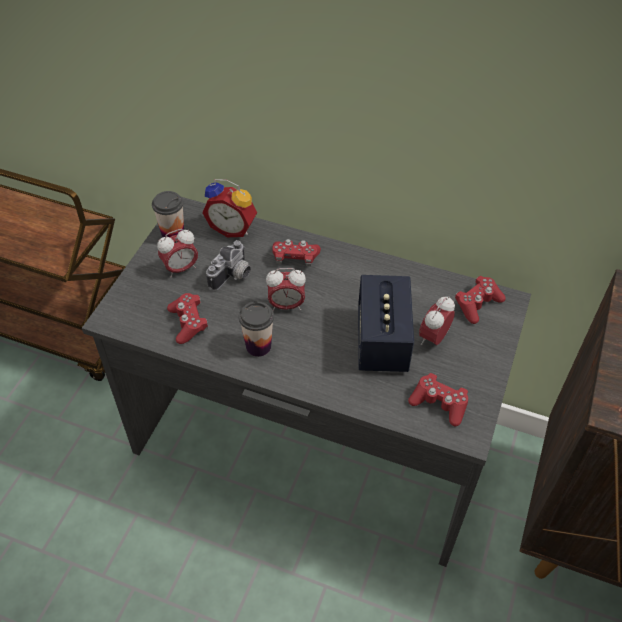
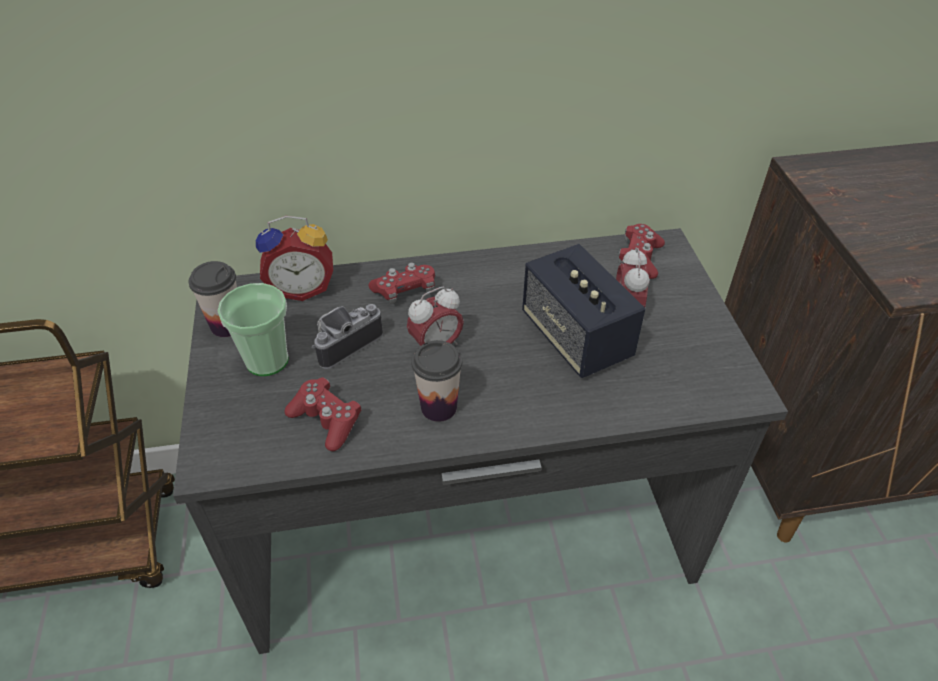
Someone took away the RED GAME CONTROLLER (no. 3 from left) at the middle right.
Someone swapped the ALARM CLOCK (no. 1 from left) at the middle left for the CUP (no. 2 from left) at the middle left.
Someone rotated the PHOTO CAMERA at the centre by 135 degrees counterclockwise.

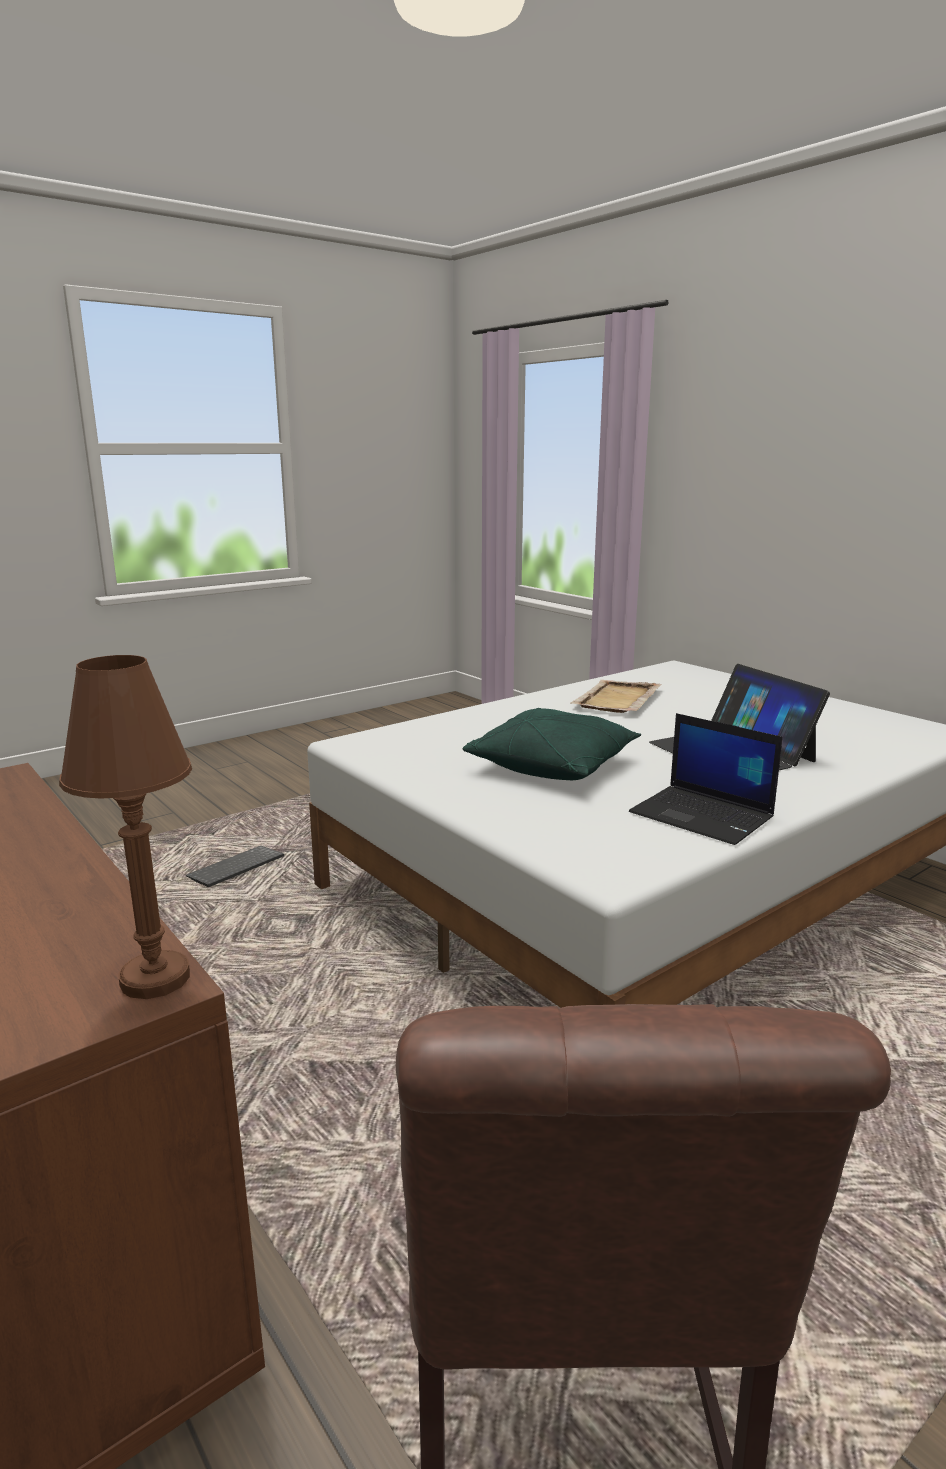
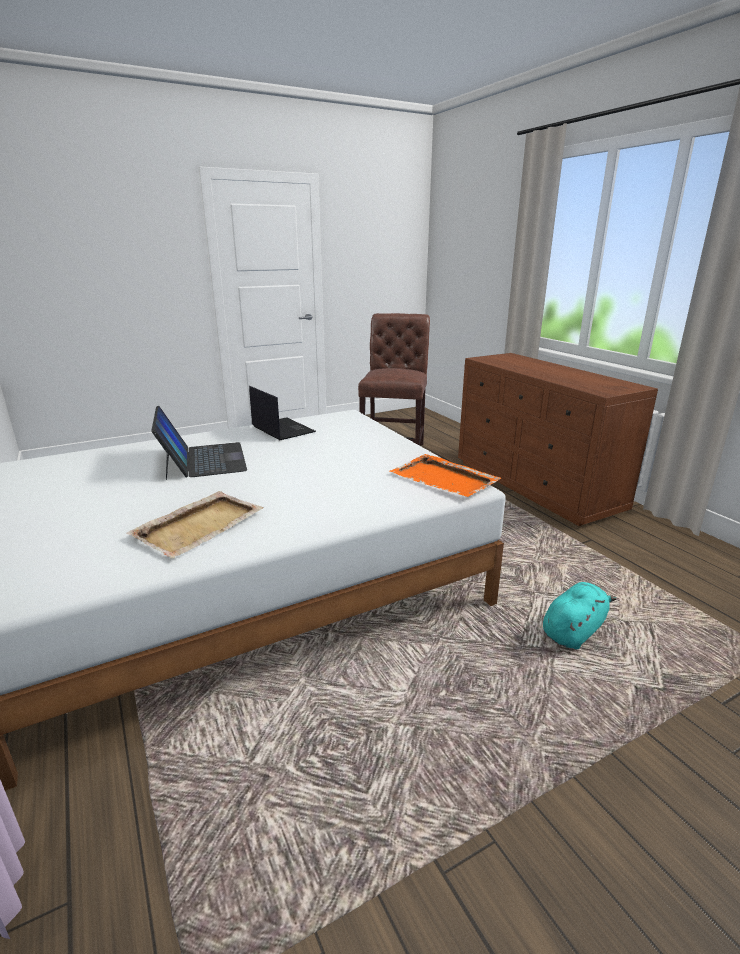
Someone took away the BROWN TABLE LAMP at the middle left.
Someone took away the GREEN PILLOW at the centre.
Someone put down the ORANGE TRAY at the centre.
Someone swapped the KEYBOARD at the middle left for the TURQUOISE PLUSH TOY at the middle right.

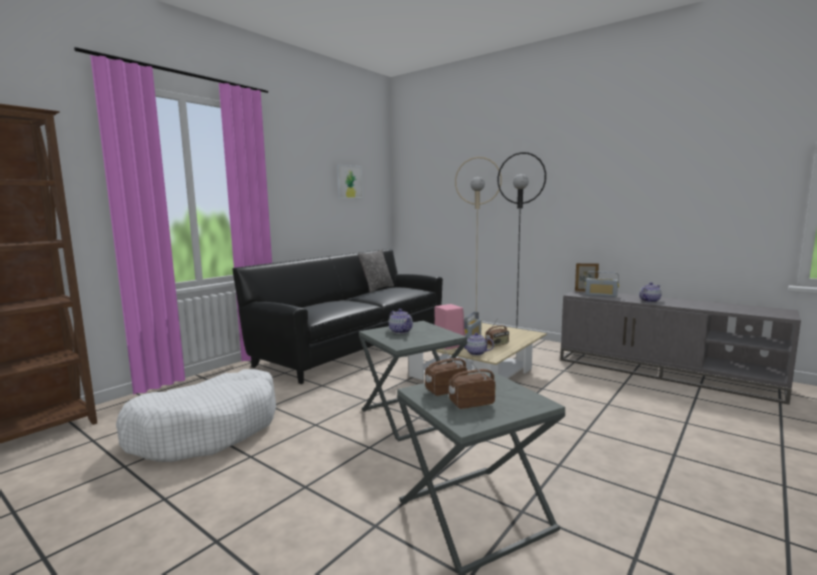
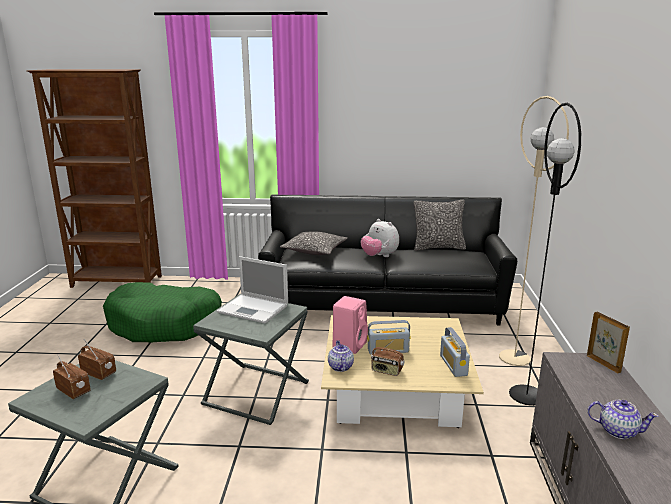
Someone took away the PICTURE at the top centre.
Someone put down the PILLOW (no. 1 from left) at the centre.
Someone put down the PLUSH TOY at the centre.
Someone carried the RADIO (no. 5 from left) from the middle right to the bottom right.
Someone swapped the TEAPOT (no. 1 from left) at the centre for the LAPTOP at the centre.
Someone repainted the WHITE DOG BED at the bottom left, which became the GREEN DOG BED at the middle left.

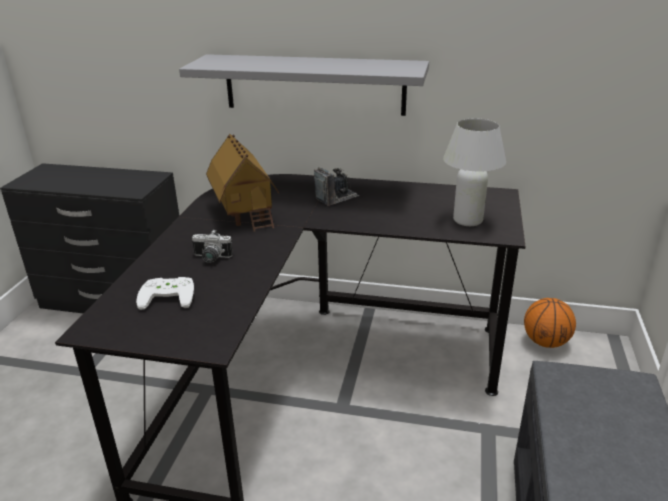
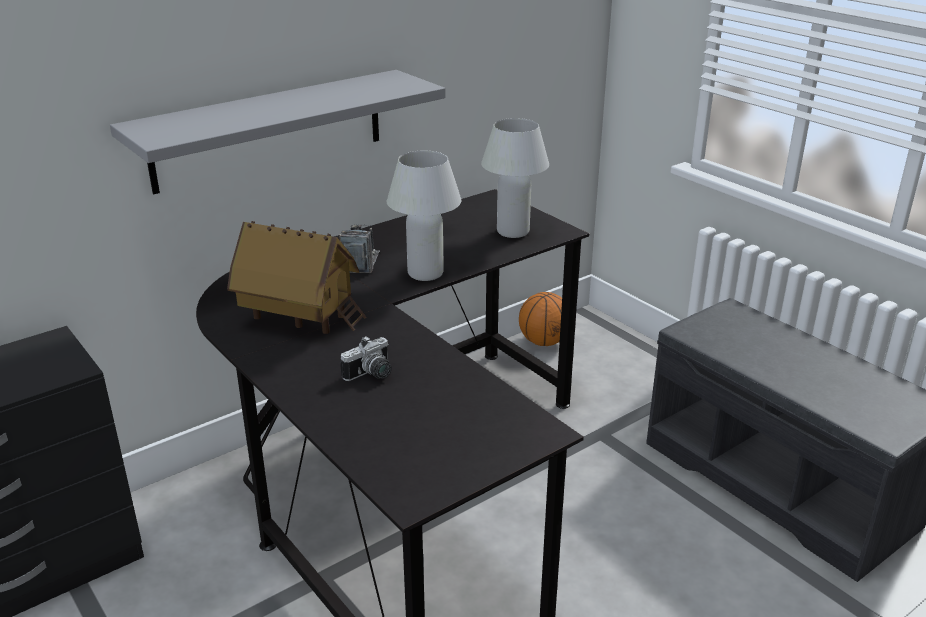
Someone took away the WHITE GAME CONTROLLER at the middle left.
Someone put down the WHITE TABLE LAMP (no. 1 from left) at the centre.

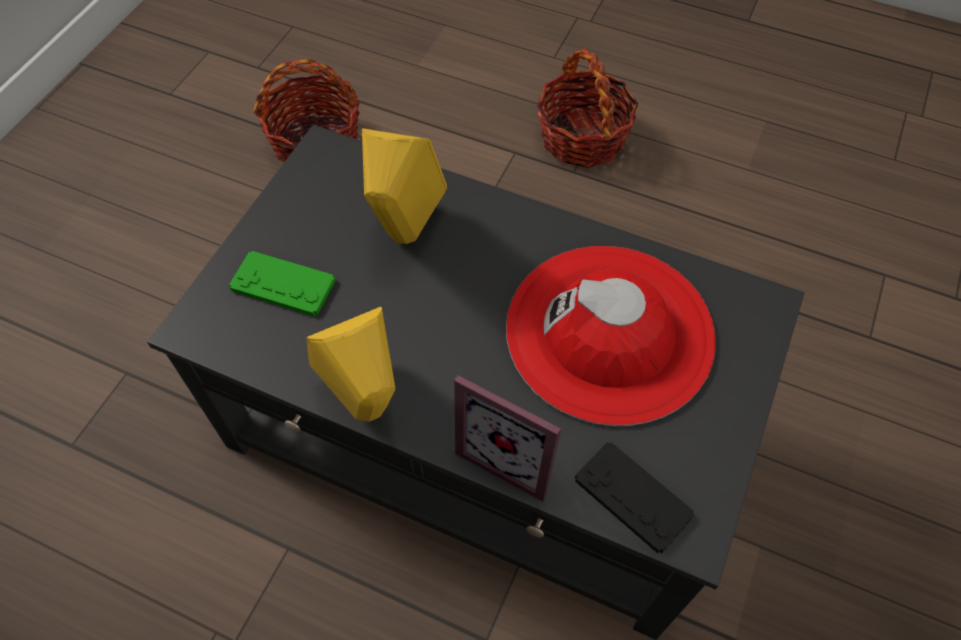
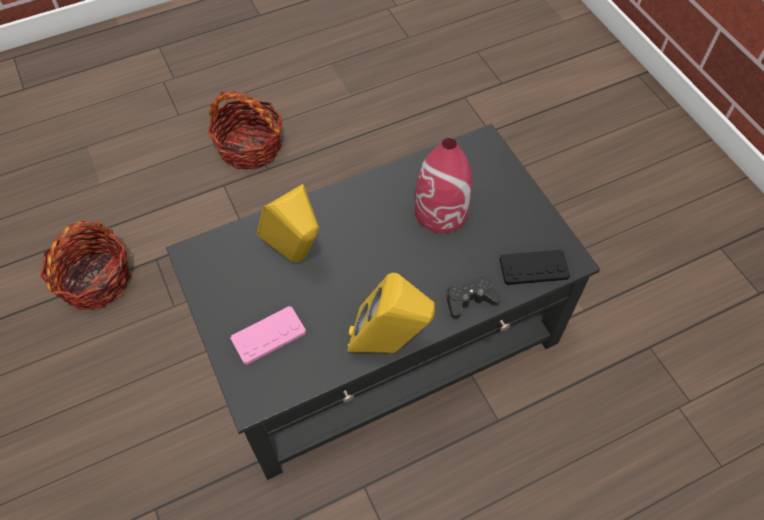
Someone swapped the PICTURE FRAME at the bottom centre for the BLACK GAME CONTROLLER (no. 1 from left) at the centre.
Someone swapped the RED HAT at the centre for the RED VASE at the centre.
Someone repainted the GREEN GAME CONTROLLER at the middle left, which became the PINK GAME CONTROLLER at the centre.

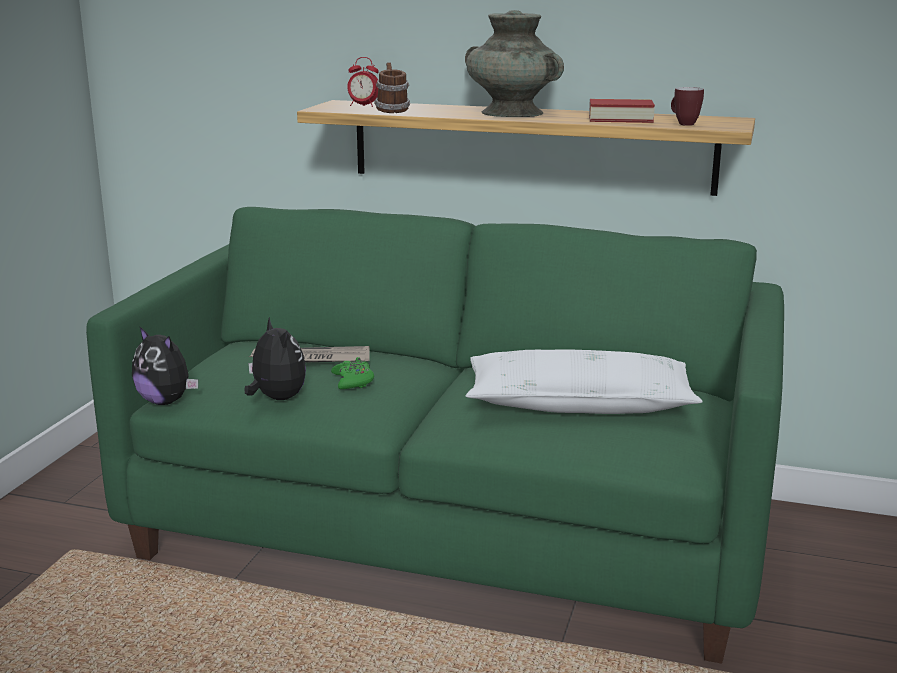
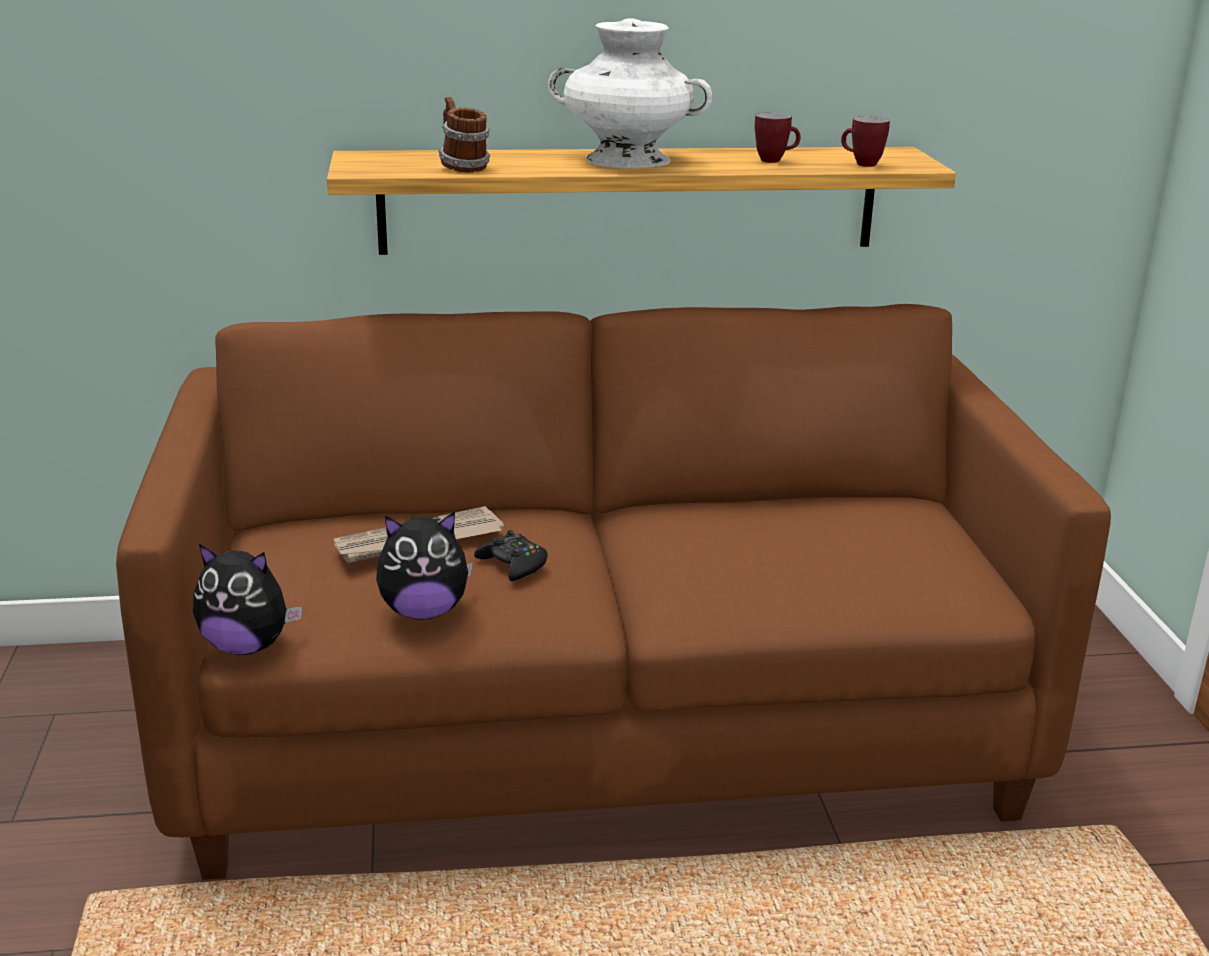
Someone took away the ALARM CLOCK at the top centre.
Someone took away the WHITE PILLOW at the centre.
Someone swapped the BOOK at the top right for the MUG (no. 2 from left) at the top centre.
Someone repainted the GREEN SOFA at the centre, which became the BROWN SOFA at the centre.
Someone repainted the GREEN GAME CONTROLLER at the centre, which became the BLACK GAME CONTROLLER at the centre.
Someone repainted the TURQUOISE VASE at the top centre, which became the WHITE VASE at the top centre.
Someone rotated the PLUSH TOY (no. 2 from left) at the middle left by 135 degrees clockwise.

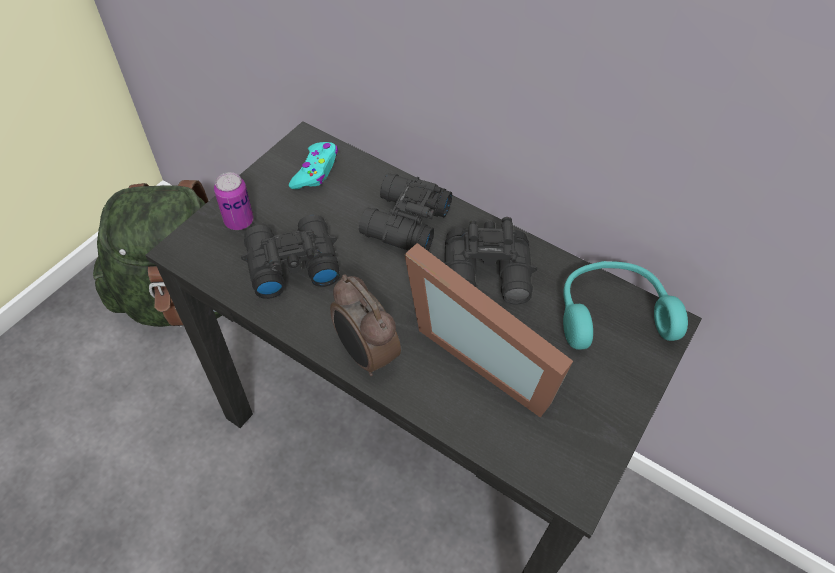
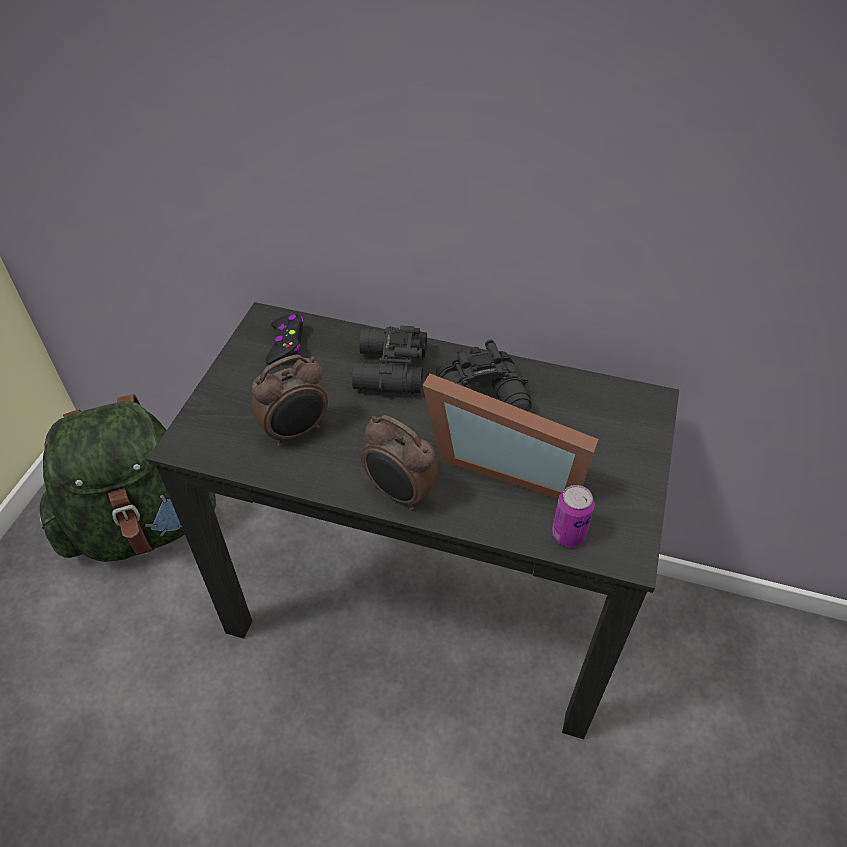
Someone took away the TURQUOISE HEADPHONES at the middle right.
Someone carried the CAN from the middle left to the middle right.
Someone swapped the BLACK BINOCULARS (no. 1 from left) at the centre for the ALARM CLOCK (no. 1 from left) at the centre.
Someone repainted the TURQUOISE GAME CONTROLLER at the top centre, which became the BLACK GAME CONTROLLER at the centre.

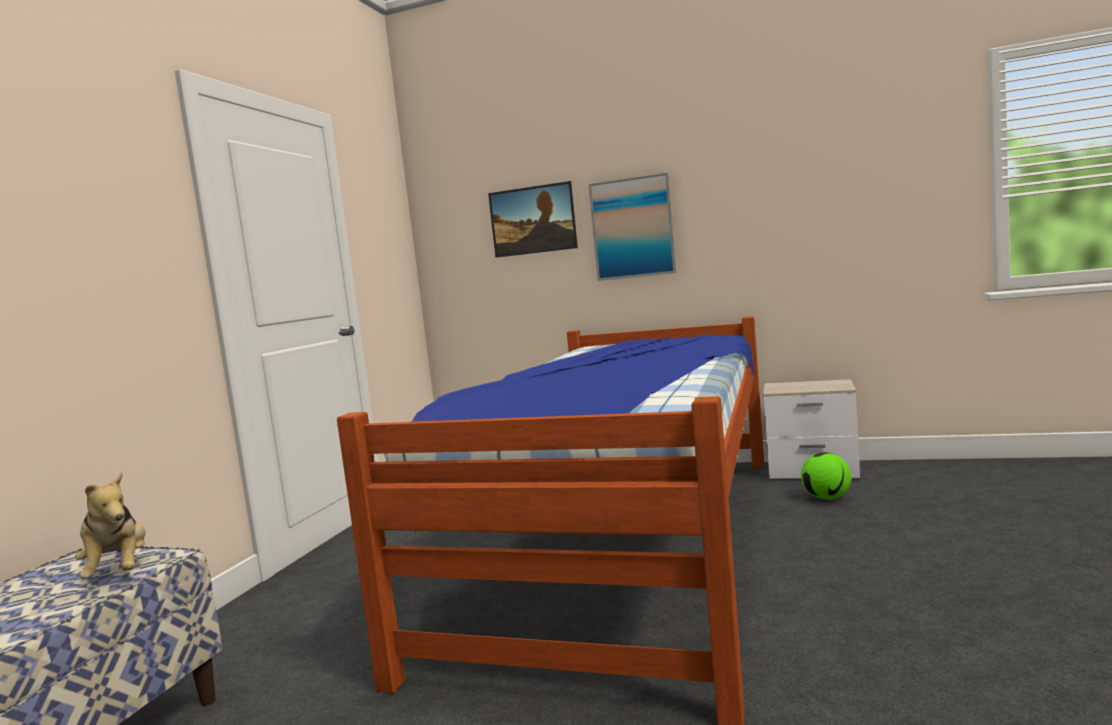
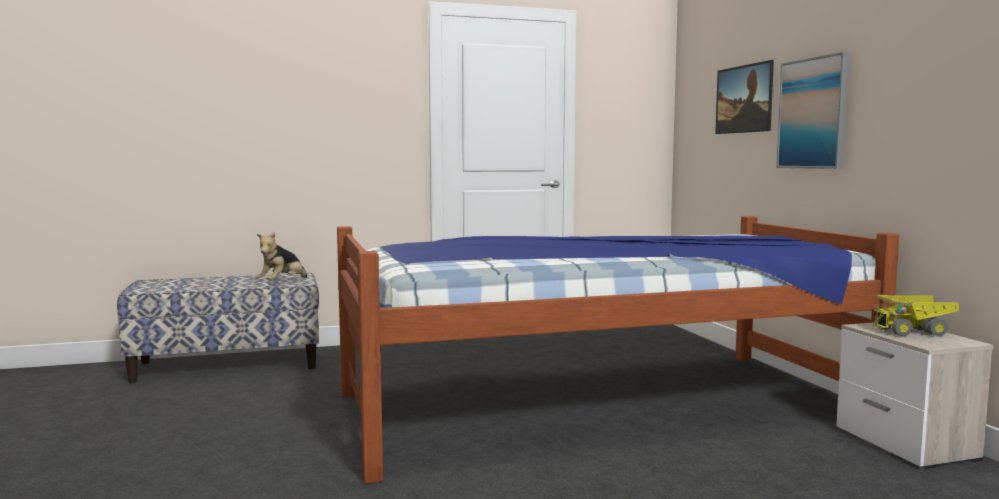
Someone took away the FOOTBALL at the middle right.
Someone put down the TOY TRUCK at the middle right.

